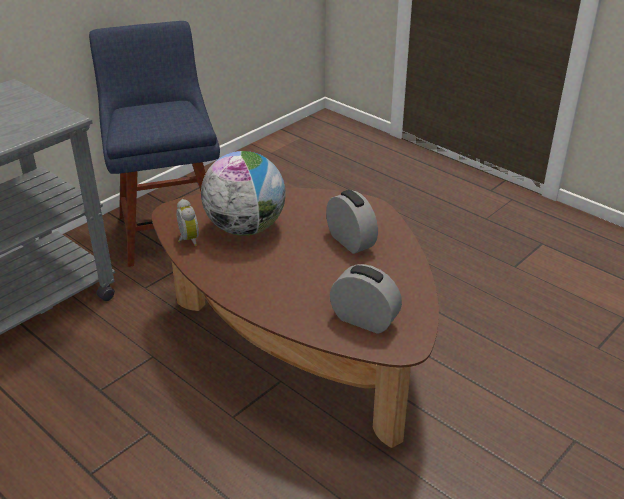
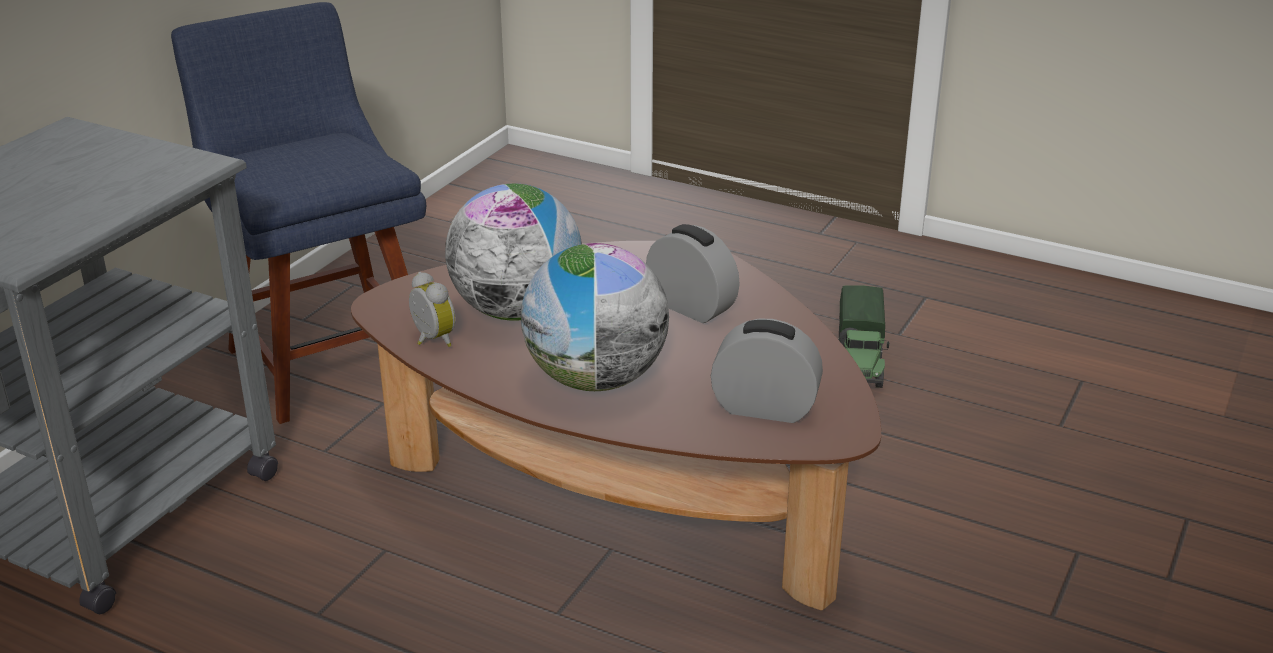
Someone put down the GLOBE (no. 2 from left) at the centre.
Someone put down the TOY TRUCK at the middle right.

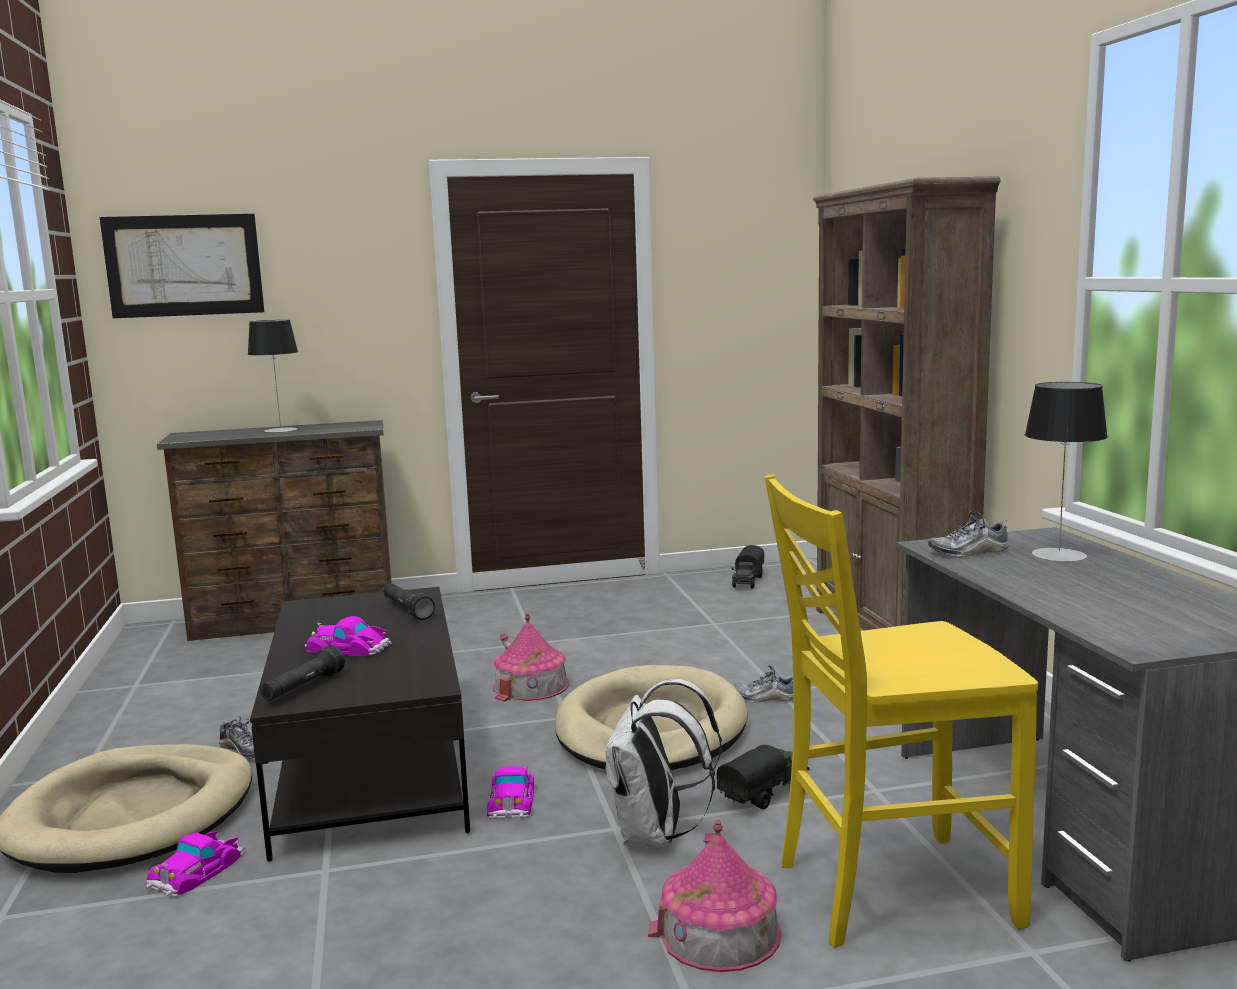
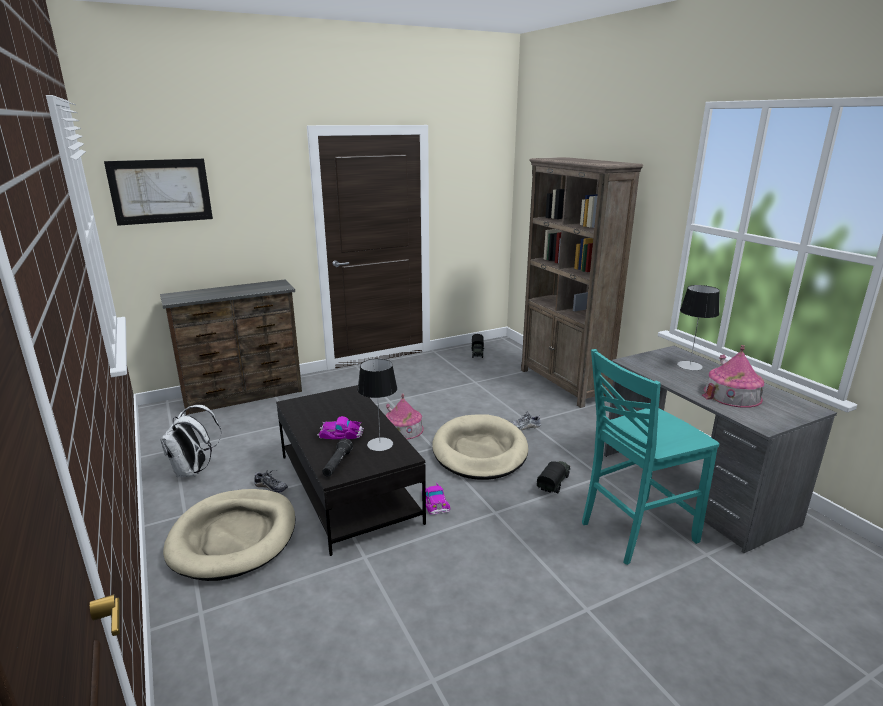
Someone took away the TOY CAR (no. 1 from left) at the bottom left.
Someone took away the BLACK FLASHLIGHT (no. 2 from left) at the middle left.
Someone took away the SHOE (no. 3 from left) at the middle right.
Someone carried the TABLE LAMP (no. 1 from left) from the middle left to the centre.
Someone carried the WHITE BACKPACK from the bottom centre to the middle left.
Someone carried the TOY HOUSE (no. 2 from left) from the bottom centre to the middle right.
Someone repainted the YELLOW CHAIR at the bottom right, which became the TURQUOISE CHAIR at the middle right.

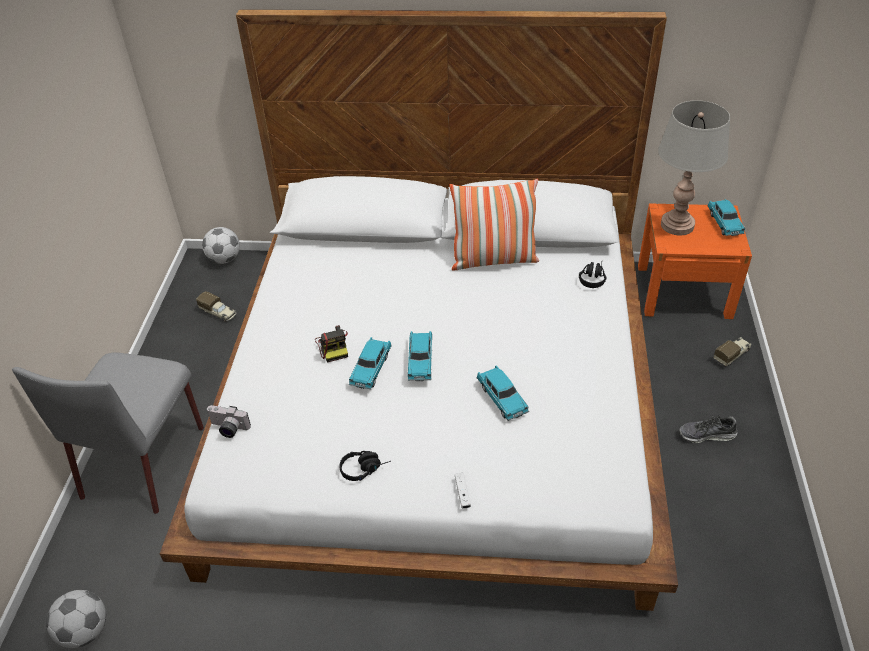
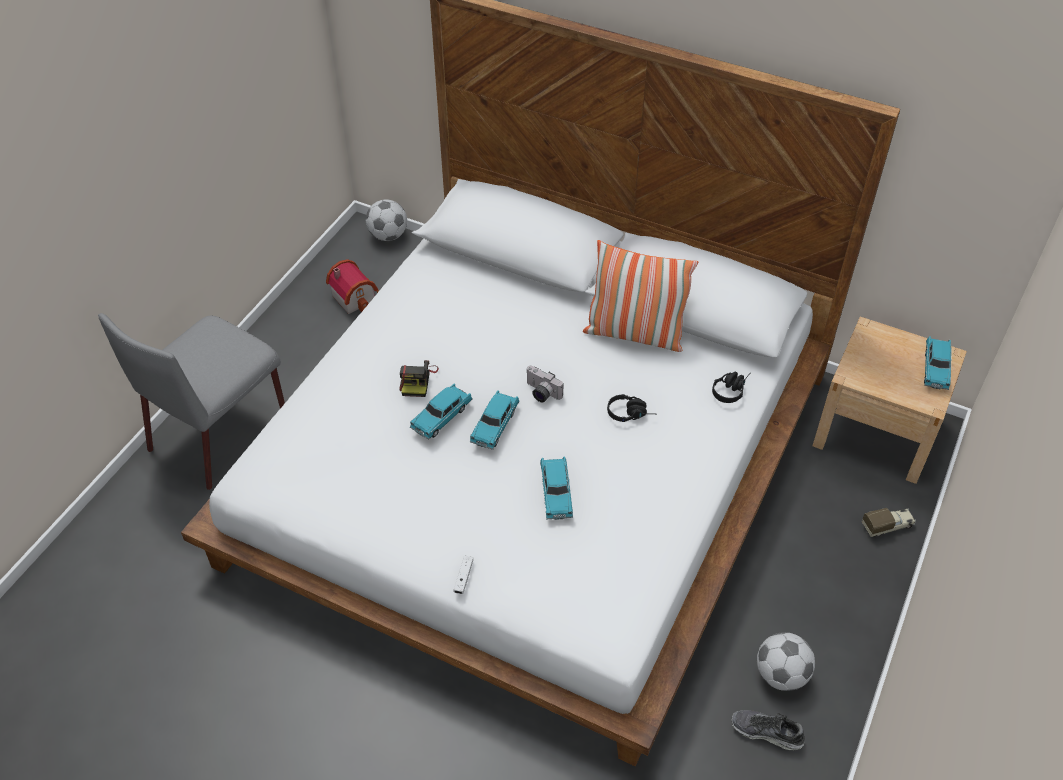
Someone took away the GREY TABLE LAMP at the top right.
Someone carried the FOOTBALL (no. 1 from left in the first image) from the bottom left to the bottom right.
Someone carried the PHOTO CAMERA (no. 1 from left in the first image) from the middle left to the centre.
Someone carried the BLACK HEADPHONES (no. 1 from left) from the bottom centre to the centre.
Someone carried the SHOE from the middle right to the bottom right.
Someone swapped the TOY TRUCK (no. 1 from left) at the middle left for the TOY HOUSE at the middle left.
Someone repainted the ORANGE NIGHTSTAND at the middle right, which became the BEIGE NIGHTSTAND at the middle right.

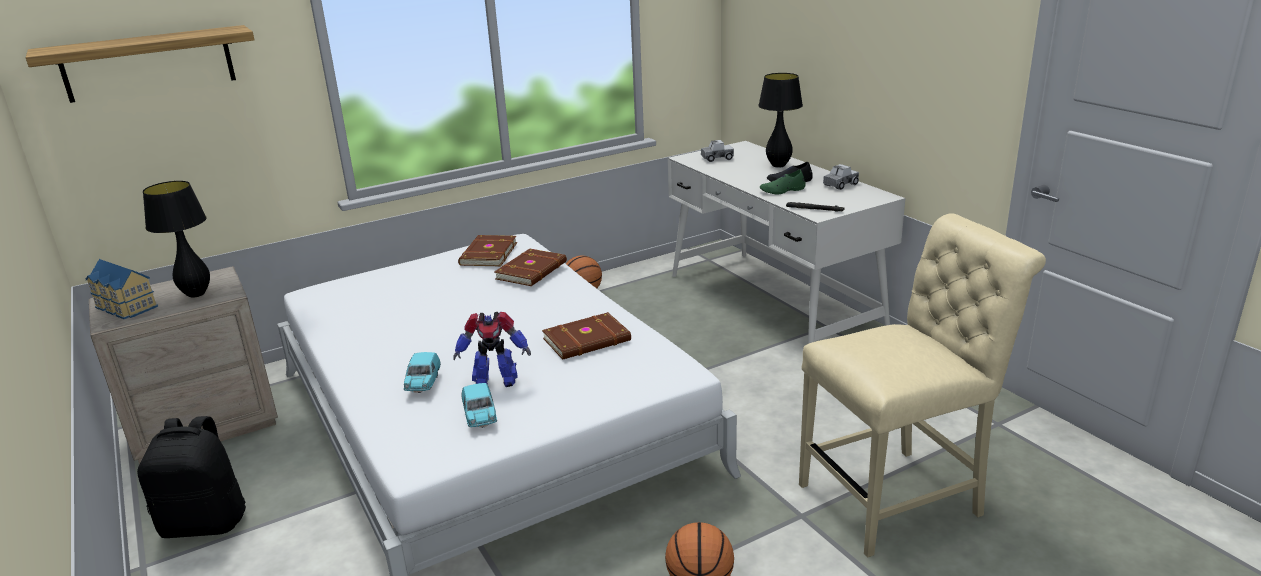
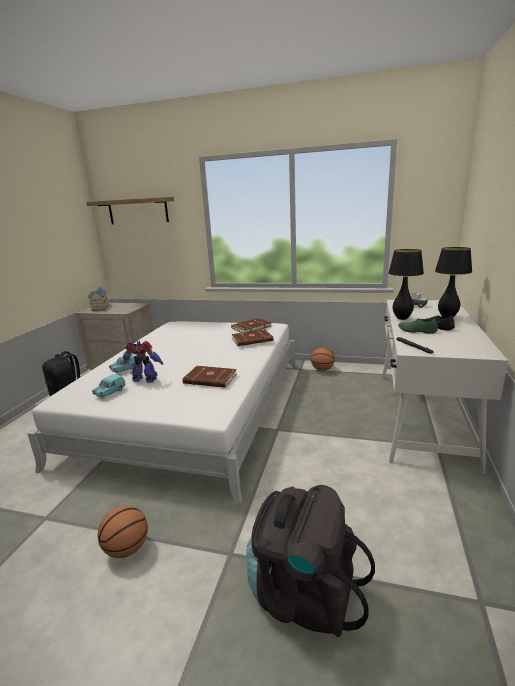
Someone took away the TOY TRUCK (no. 2 from left) at the top right.
Someone carried the BLACK TABLE LAMP (no. 1 from left) from the middle left to the middle right.
Someone swapped the BEIGE CHAIR at the bottom right for the BLACK BACKPACK (no. 2 from left) at the bottom centre.
Someone rotated the TOY ROBOT at the centre by 150 degrees clockwise.

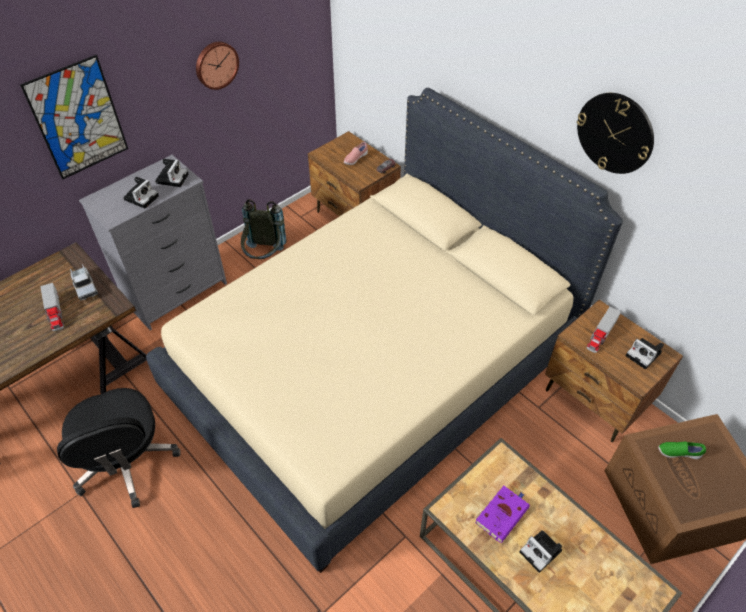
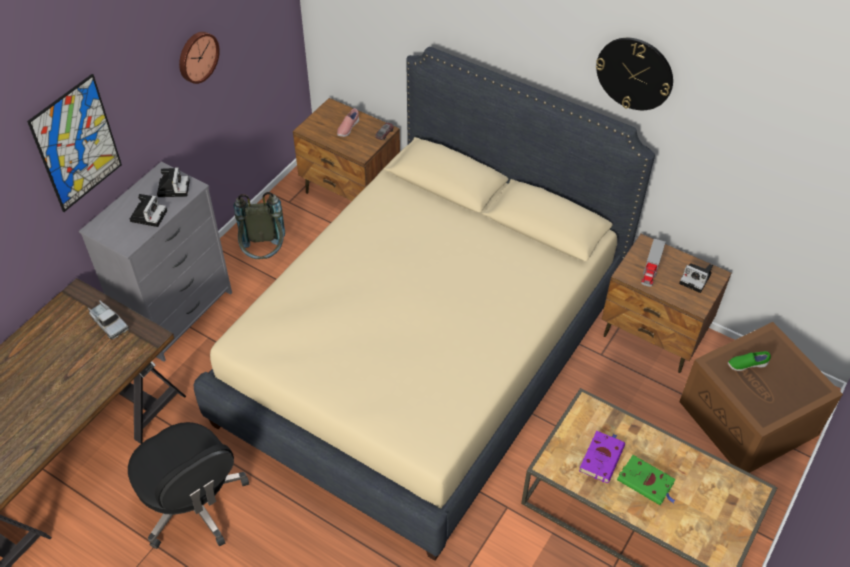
Someone took away the TOY TRUCK (no. 1 from left) at the middle left.
Someone swapped the PHOTO CAMERA (no. 3 from left) at the bottom right for the GREEN BOOK at the bottom right.

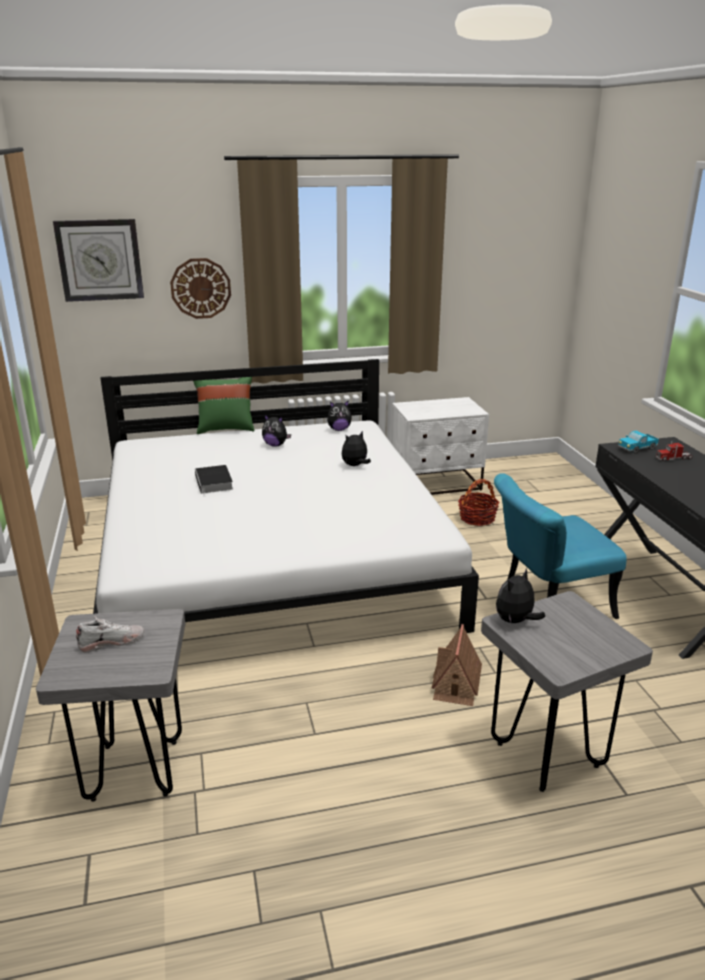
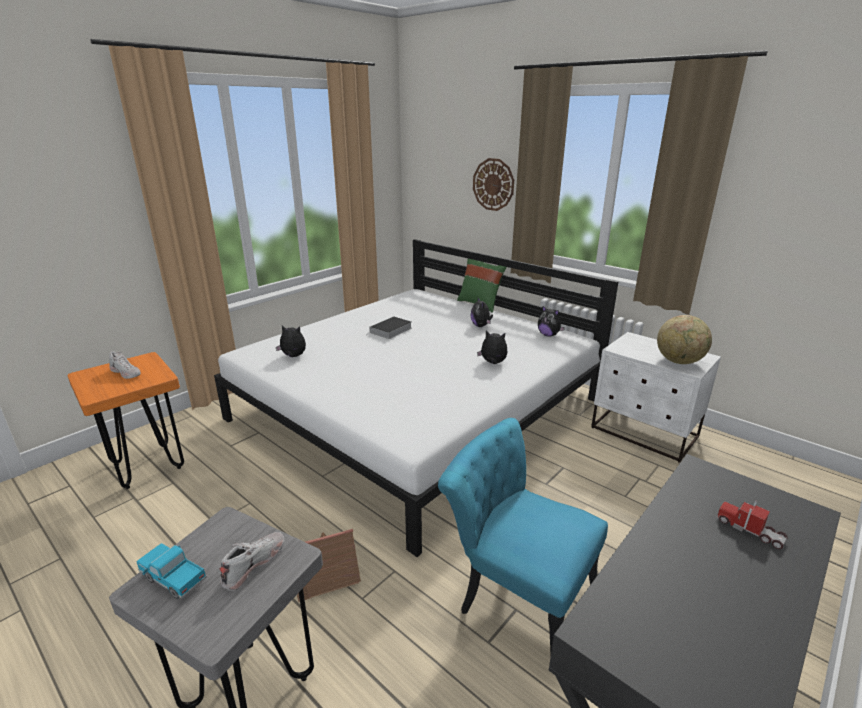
Someone took away the WALL CLOCK (no. 1 from left) at the top left.
Someone took away the BASKET at the middle right.
Someone put down the WHITE SHOE (no. 2 from left) at the bottom left.
Someone put down the GLOBE at the middle right.
Someone carried the PLUSH TOY (no. 4 from left in the first image) from the middle right to the centre.
Someone carried the TOY TRUCK (no. 1 from left) from the middle right to the bottom left.
Someone repainted the GREY STOOL (no. 1 from left) at the bottom left, which became the ORANGE STOOL at the middle left.

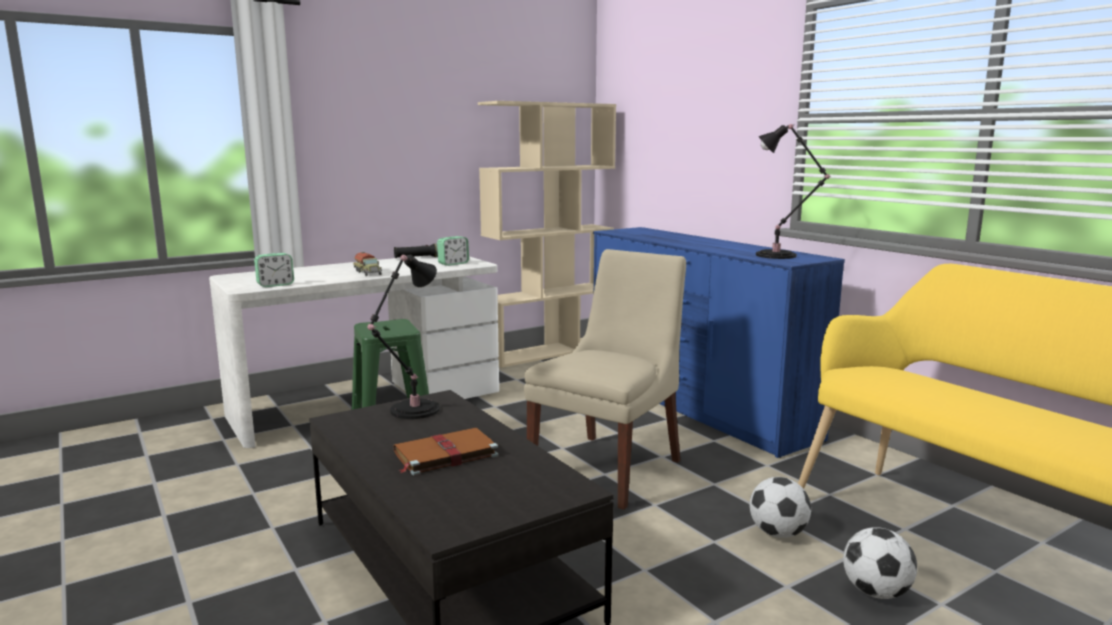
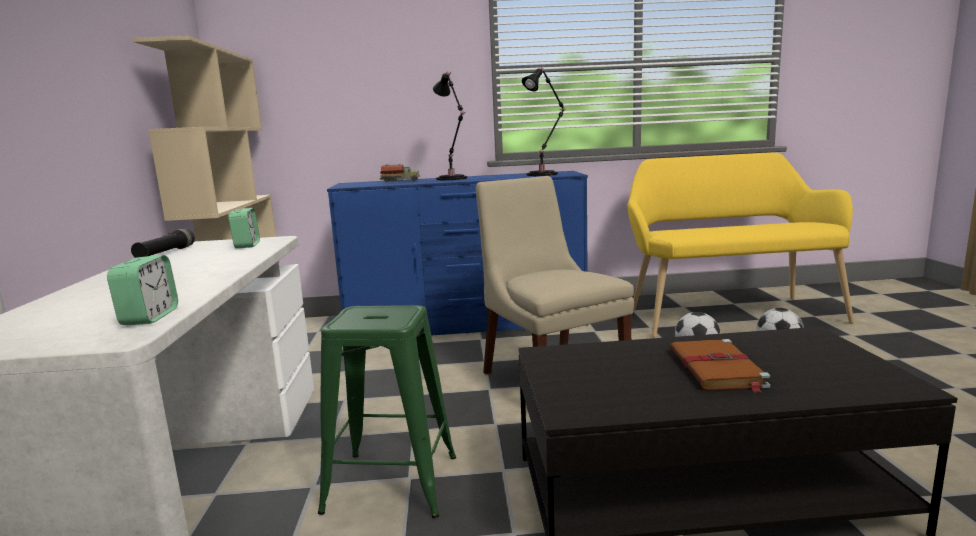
Someone carried the TOY TRUCK from the middle left to the top centre.
Someone carried the BLACK TABLE LAMP (no. 1 from left) from the centre to the top centre.

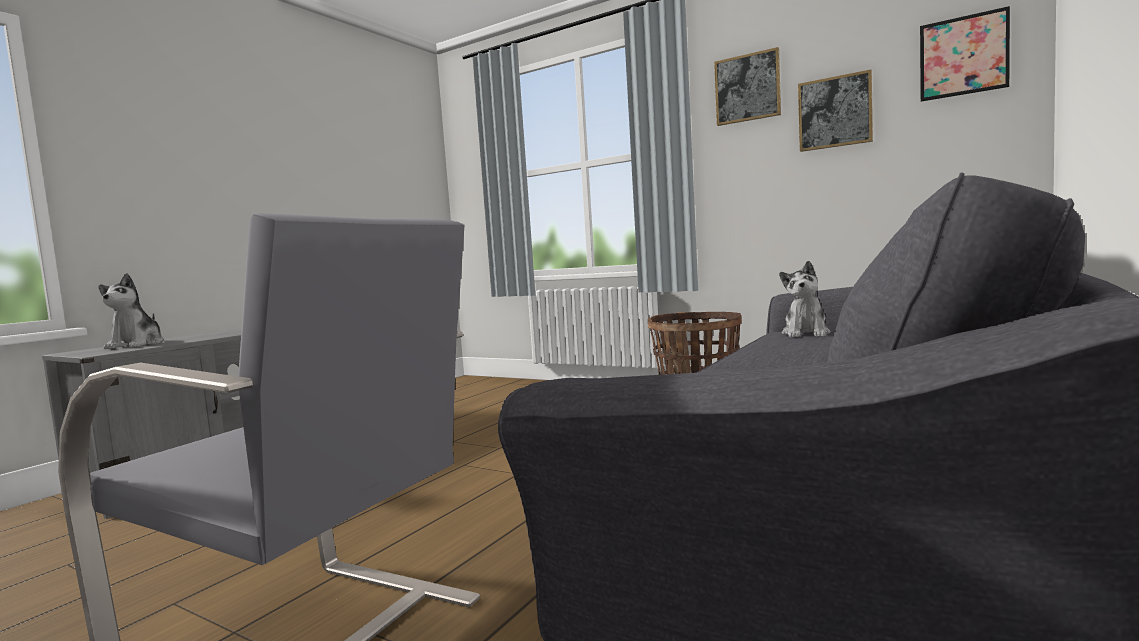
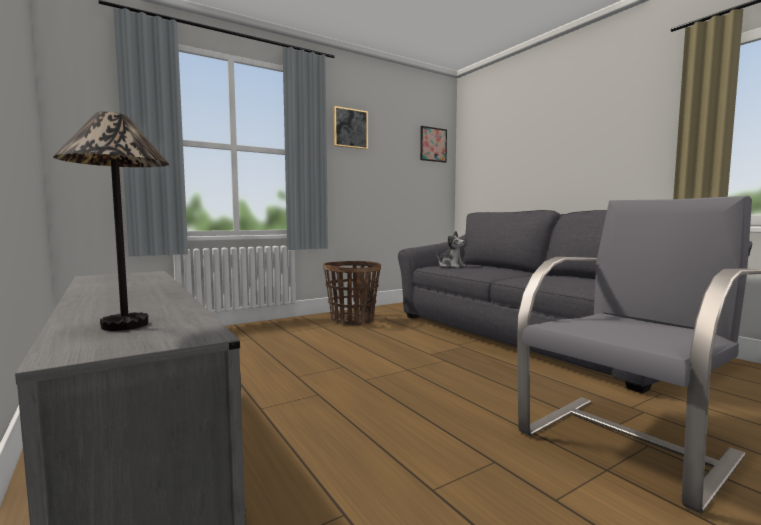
Someone took away the PICTURE (no. 2 from left) at the top right.
Someone swapped the PLUSH TOY (no. 1 from left) at the middle left for the TABLE LAMP at the middle left.

